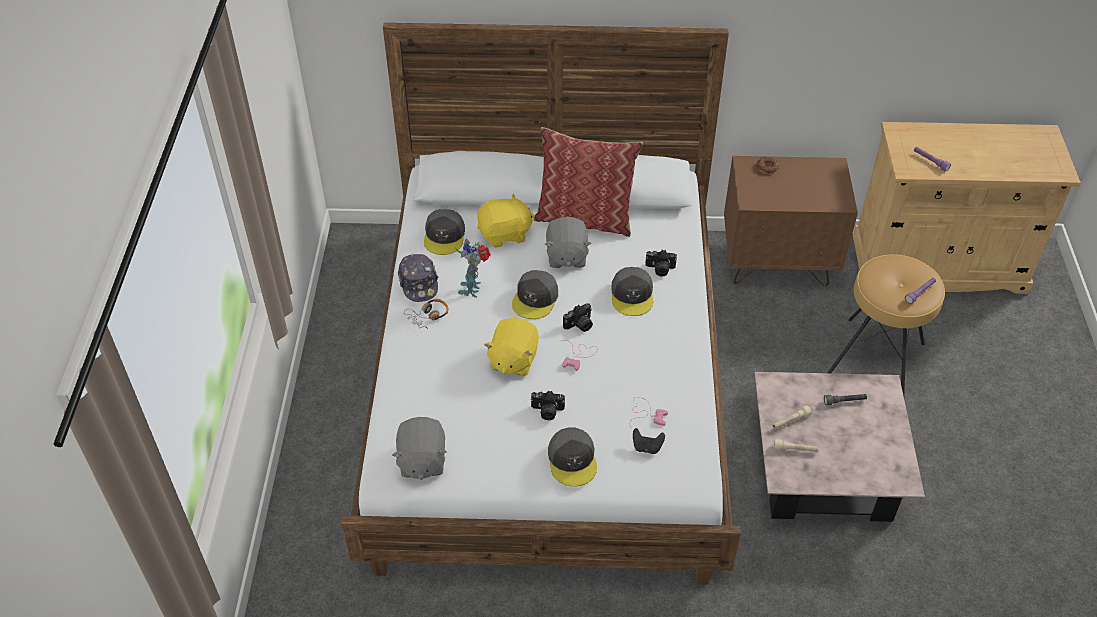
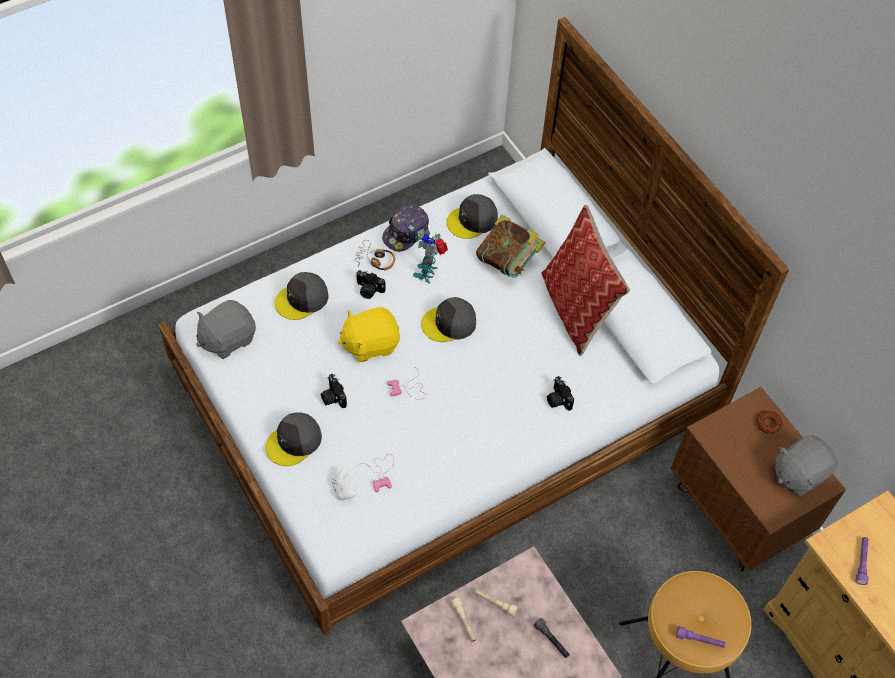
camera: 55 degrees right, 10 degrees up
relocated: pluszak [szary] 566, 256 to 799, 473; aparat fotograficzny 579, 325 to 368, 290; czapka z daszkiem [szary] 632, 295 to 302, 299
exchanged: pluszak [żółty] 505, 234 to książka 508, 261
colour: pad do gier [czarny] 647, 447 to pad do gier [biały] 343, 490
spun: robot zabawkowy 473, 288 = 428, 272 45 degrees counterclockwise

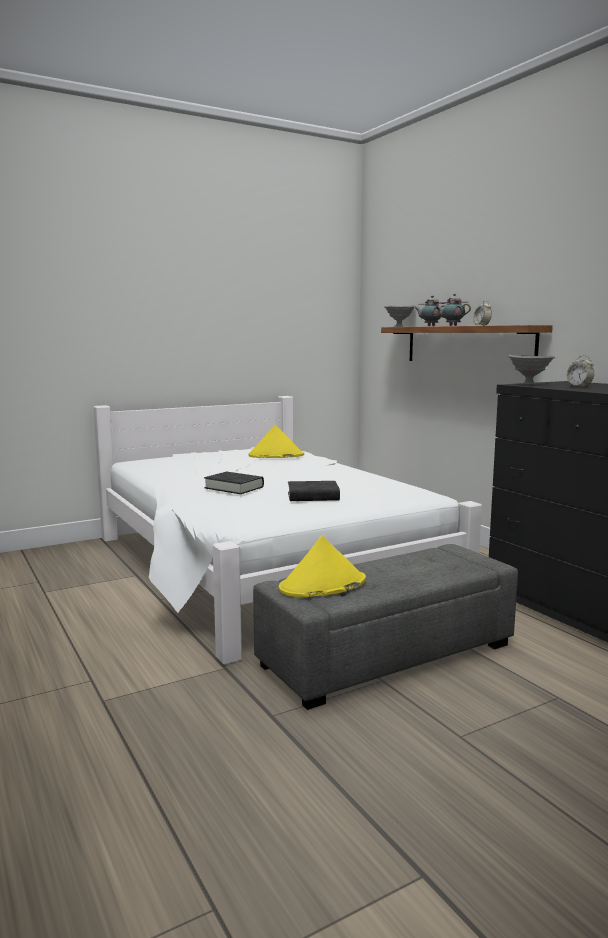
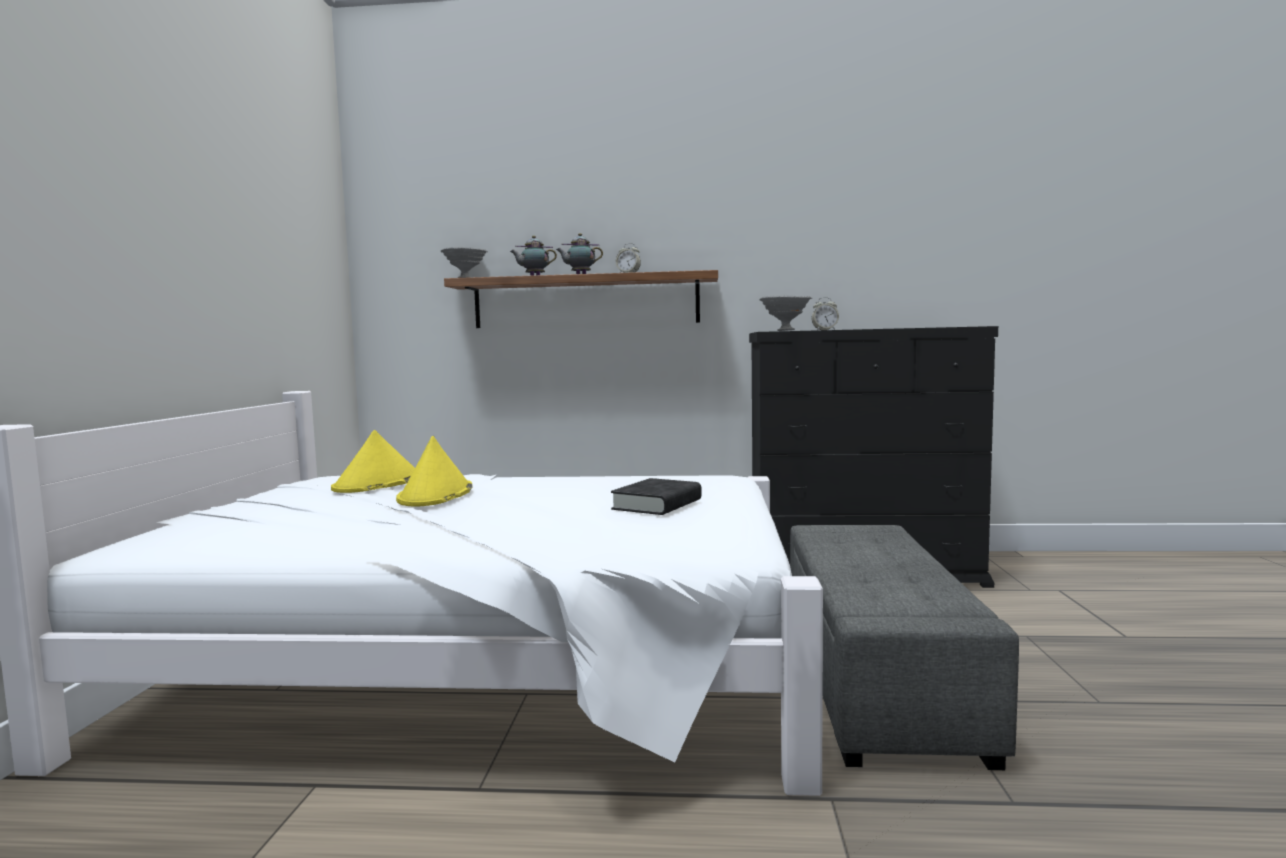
camera: 55 degrees left, 5 degrees down
missing: książka [czarny] 234, 487
relocated: kapelusz [żółty] 322, 585 to 435, 495

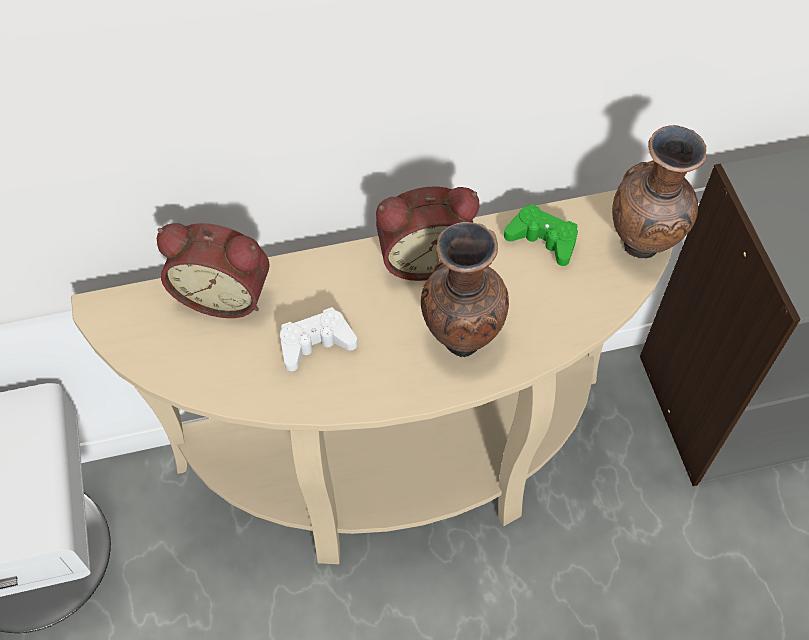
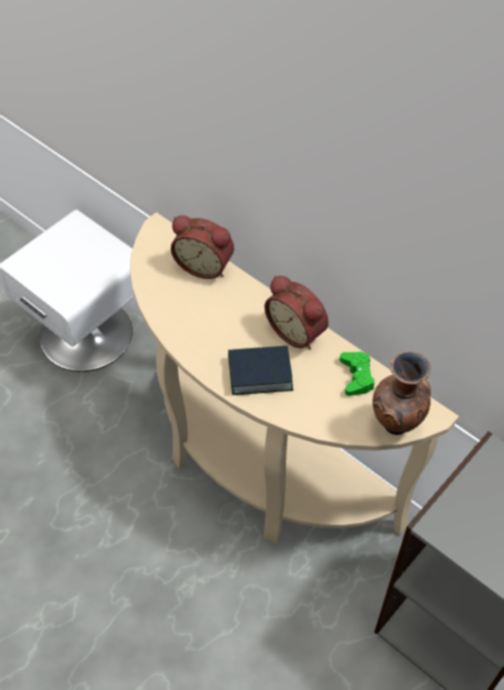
camera: 55 degrees right, 5 degrees down
missing: pad do gier [biały] 315, 343
exchanged: wazon [brązowy] 459, 338 to książka 259, 374
spun: budzik 224, 293 = 205, 265 45 degrees counterclockwise

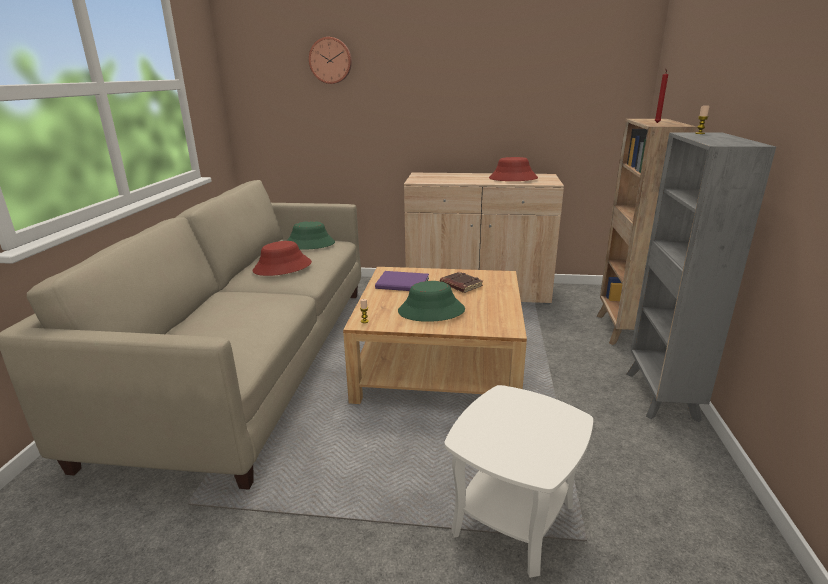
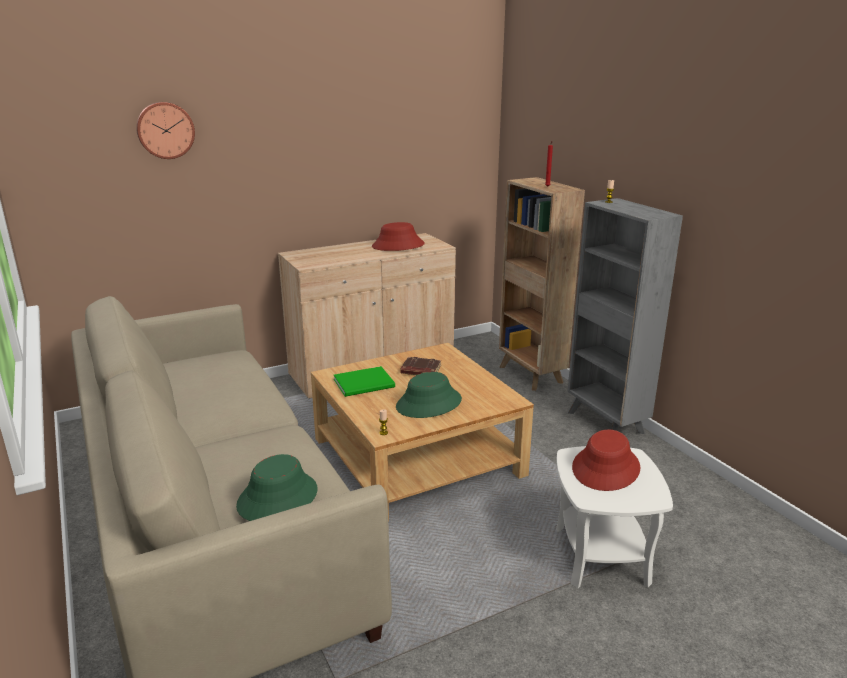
camera: 35 degrees left, 0 degrees up
relocated: kapelusz [czerwony] 282, 267 to 606, 468; kapelusz [zielony] 309, 244 to 277, 498
colour: książka [fioletowy] 404, 284 to książka [zielony] 366, 383

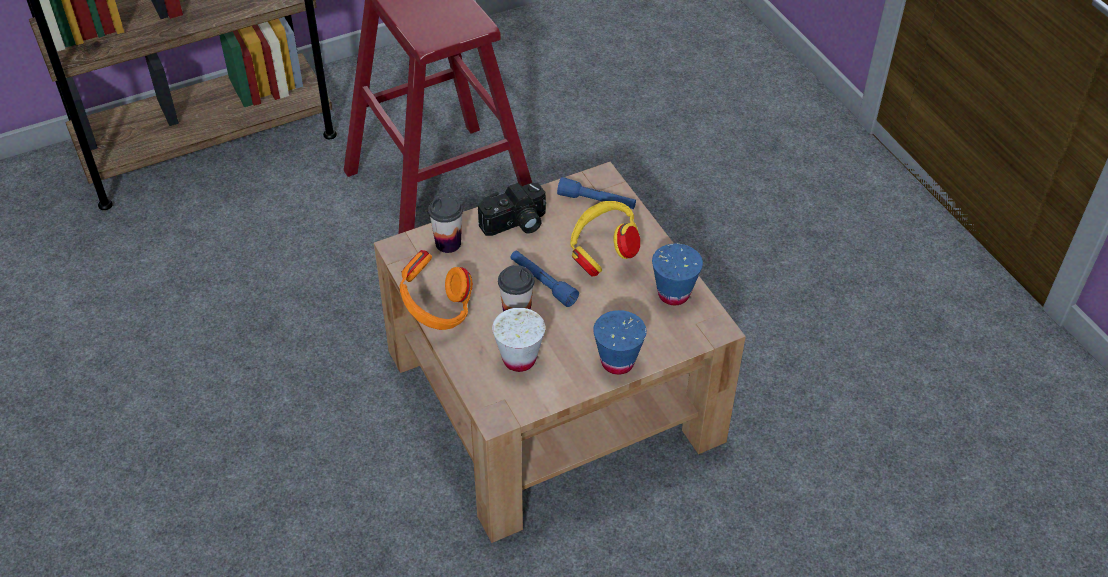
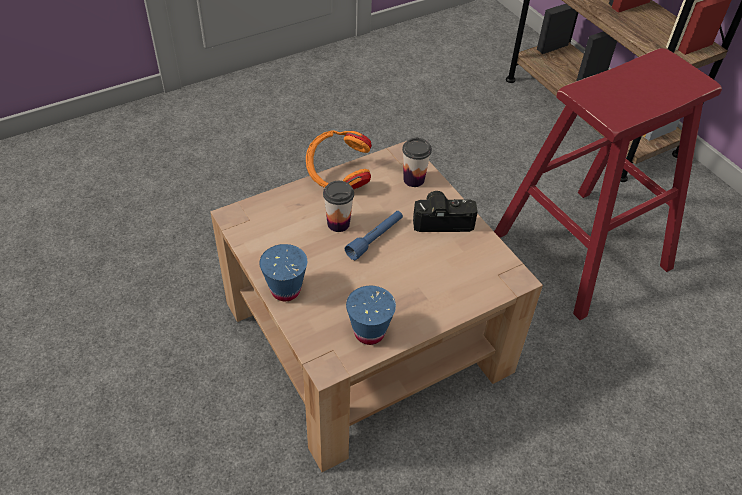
camera: 85 degrees right, 0 degrees up
missing: filiżanka [biały] 519, 359; latarka [niebieski] 596, 201; słuchawki [żółty] 602, 254
spun: aparat fotograficzny 515, 224 = 442, 219 120 degrees clockwise

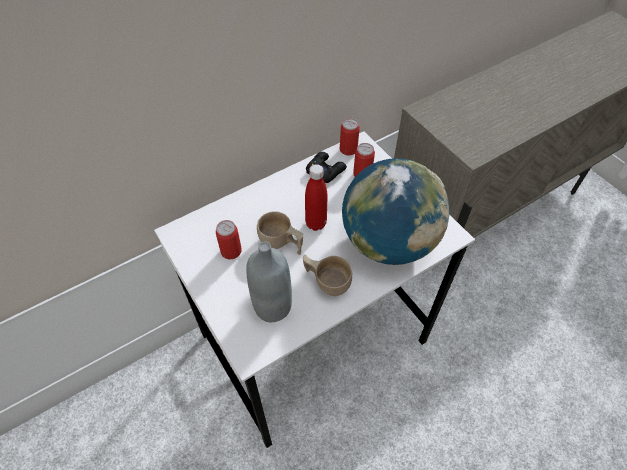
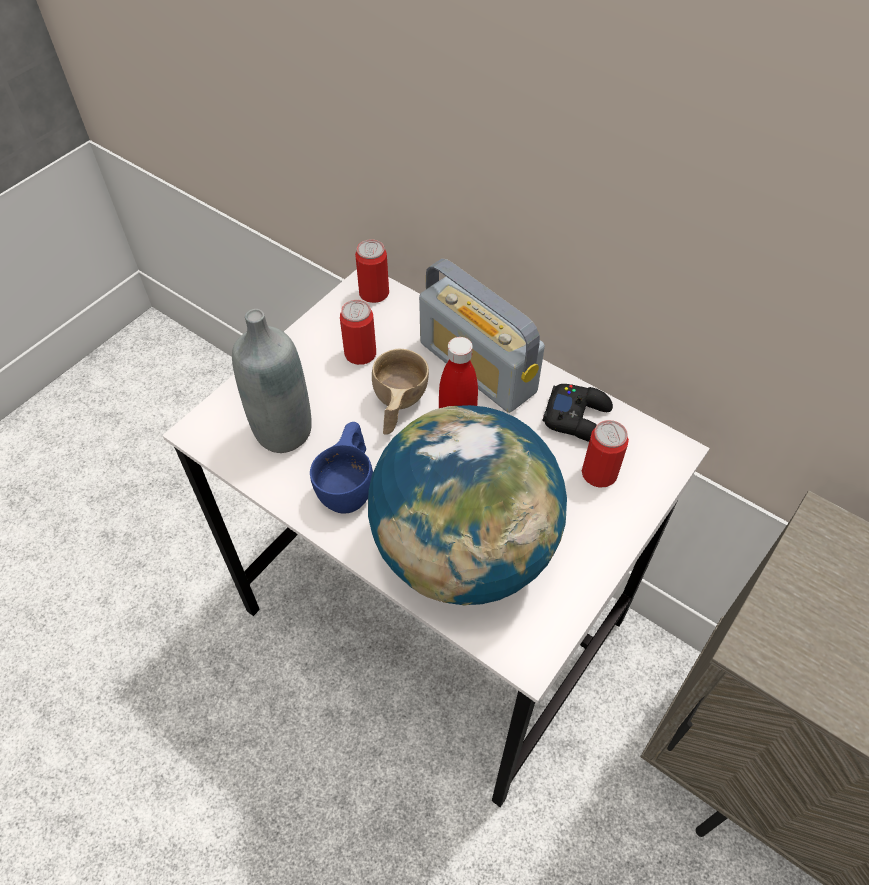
camera: 70 degrees right, 0 degrees up
appeared: radio 477, 367
relocated: puszka 348, 149 to 374, 293
colour: filiżanka [beżowy] 326, 281 to filiżanka [niebieski] 350, 484

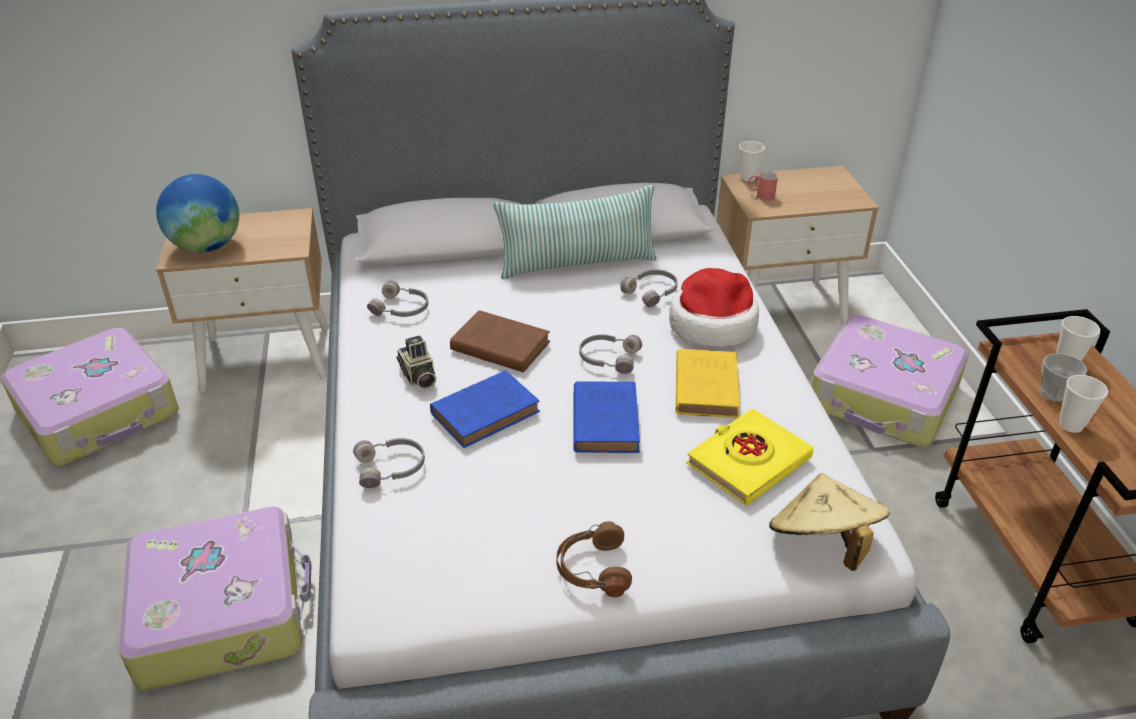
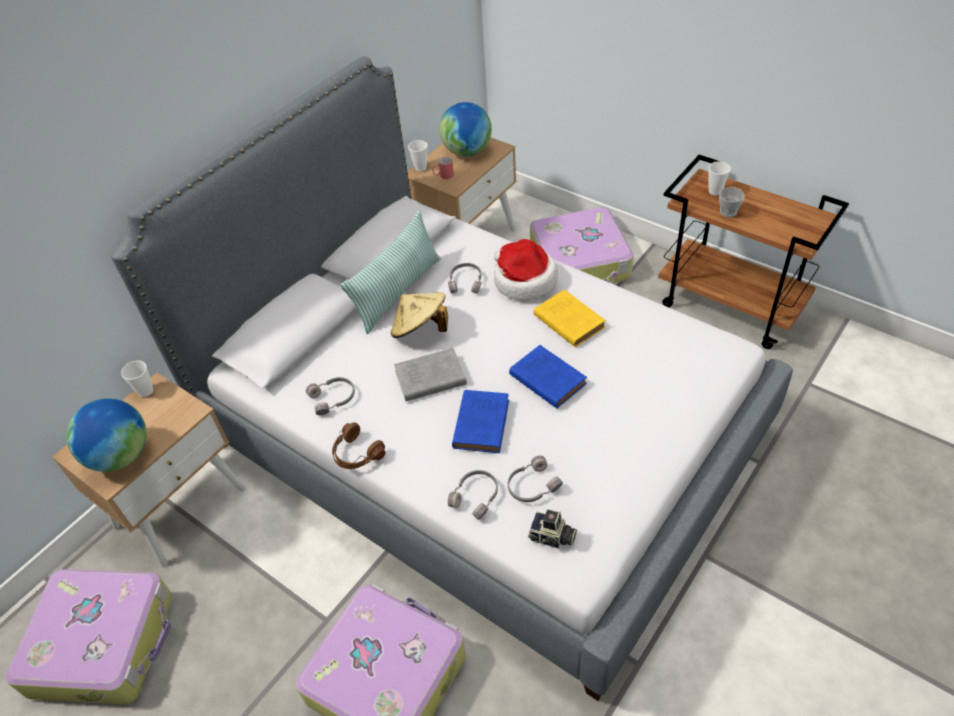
camera: 40 degrees left, 10 degrees up
missing: książka [żółty] 748, 461
appeared: globus 467, 151
relocated: aparat fotograficzny 418, 377 to 552, 538; słuchawki [brązowy] 592, 569 to 356, 454; słuchawki [szary] 608, 358 to 532, 485; kapelusz [beżowy] 822, 543 to 420, 329; filiżanka 1071, 425 to 146, 391
colour: książka [brązowy] 498, 345 to książka [szary] 428, 378

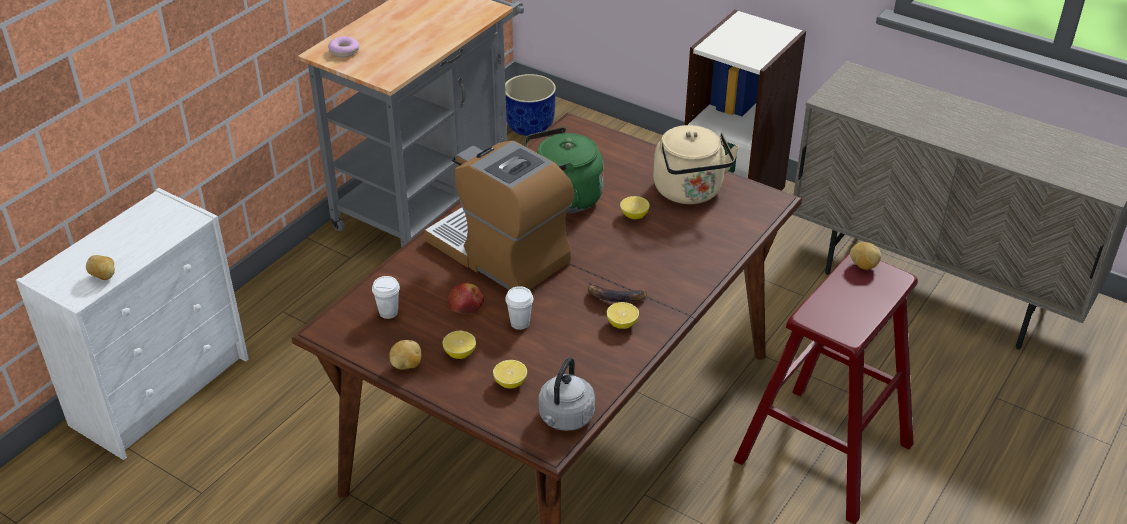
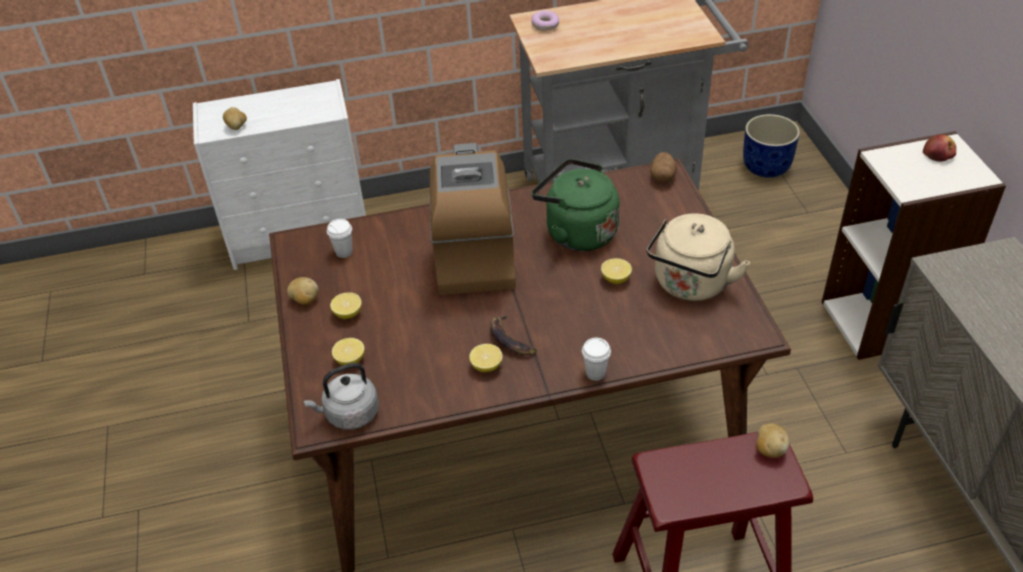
camera: 45 degrees right, 5 degrees up
appeared: ziemniak 662, 176
relocated: jabłko 466, 304 to 938, 154; filiżanka [biały] 520, 323 to 595, 373

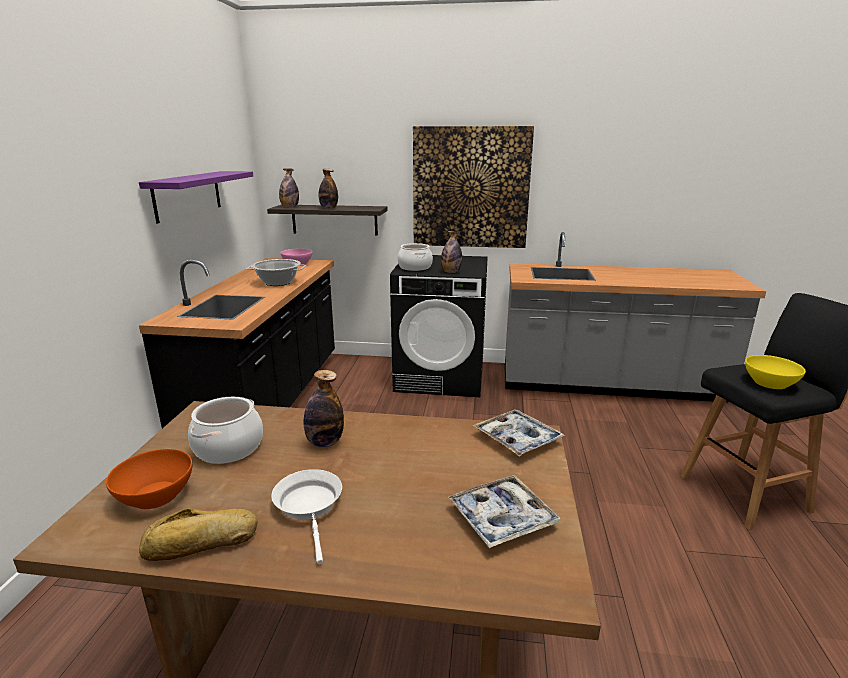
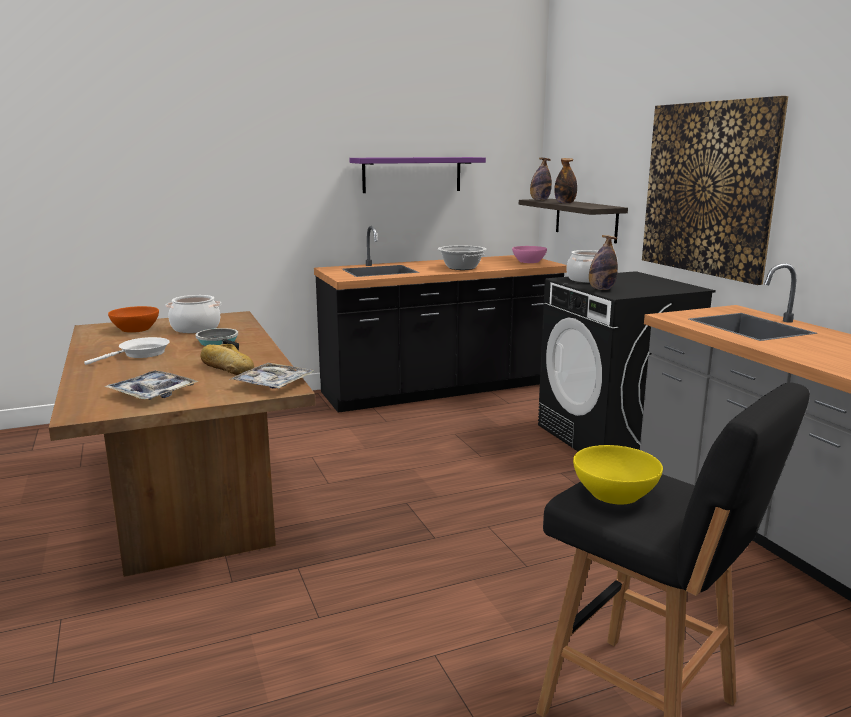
camera: 60 degrees right, 5 degrees down
relocated: chleb 201, 543 to 226, 367
exchanged: butelka 325, 442 to patelnia 219, 343

